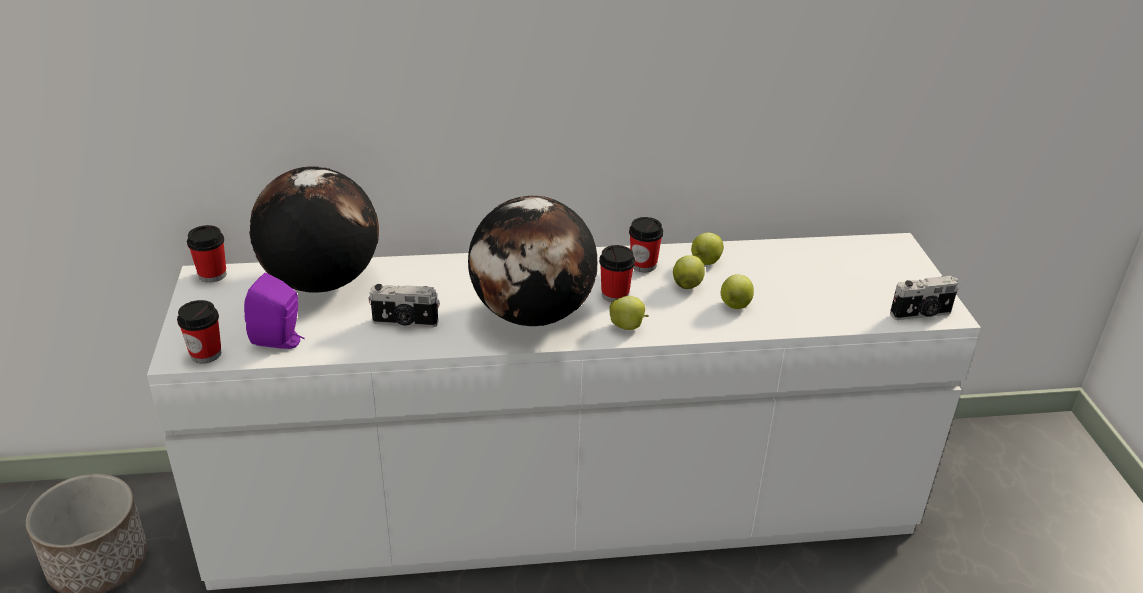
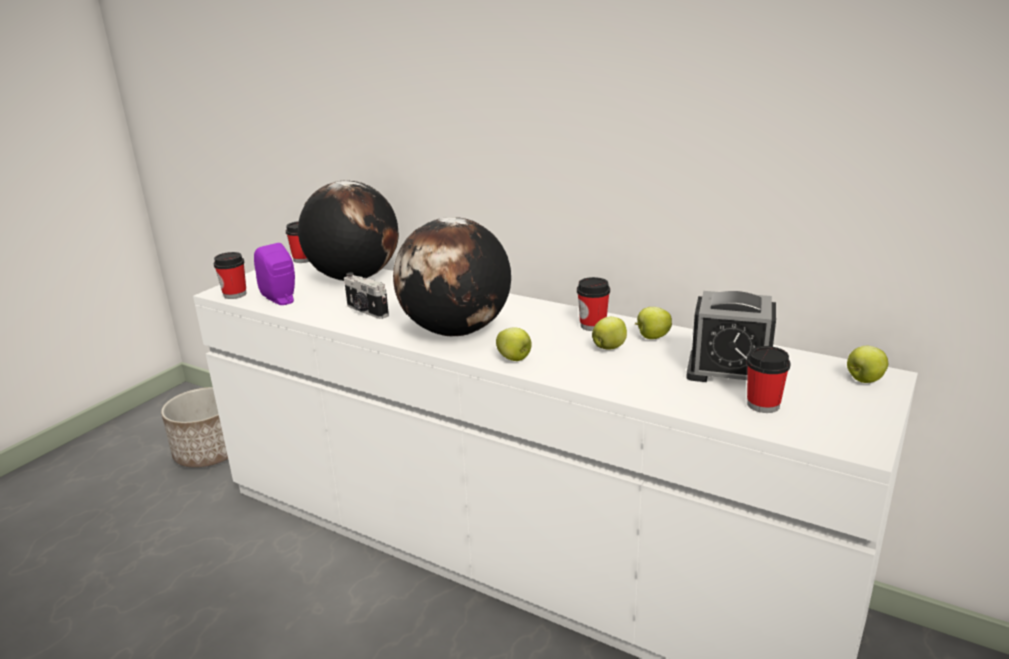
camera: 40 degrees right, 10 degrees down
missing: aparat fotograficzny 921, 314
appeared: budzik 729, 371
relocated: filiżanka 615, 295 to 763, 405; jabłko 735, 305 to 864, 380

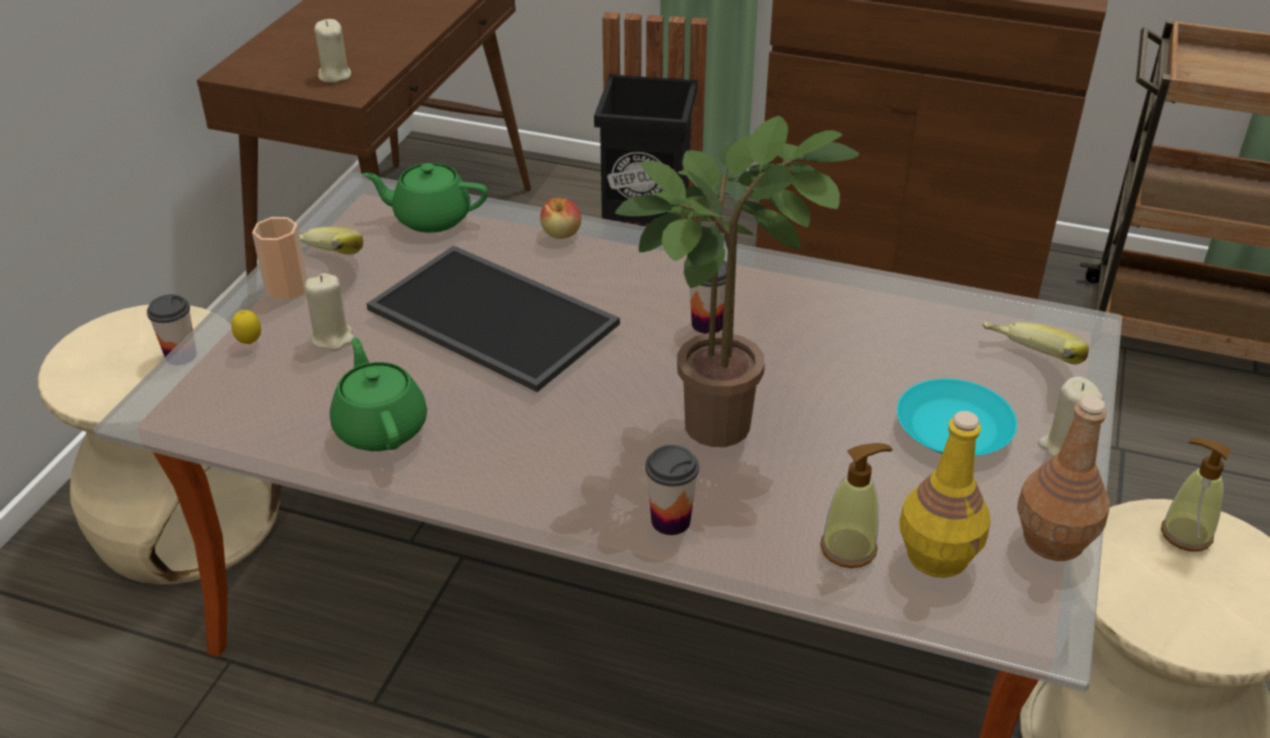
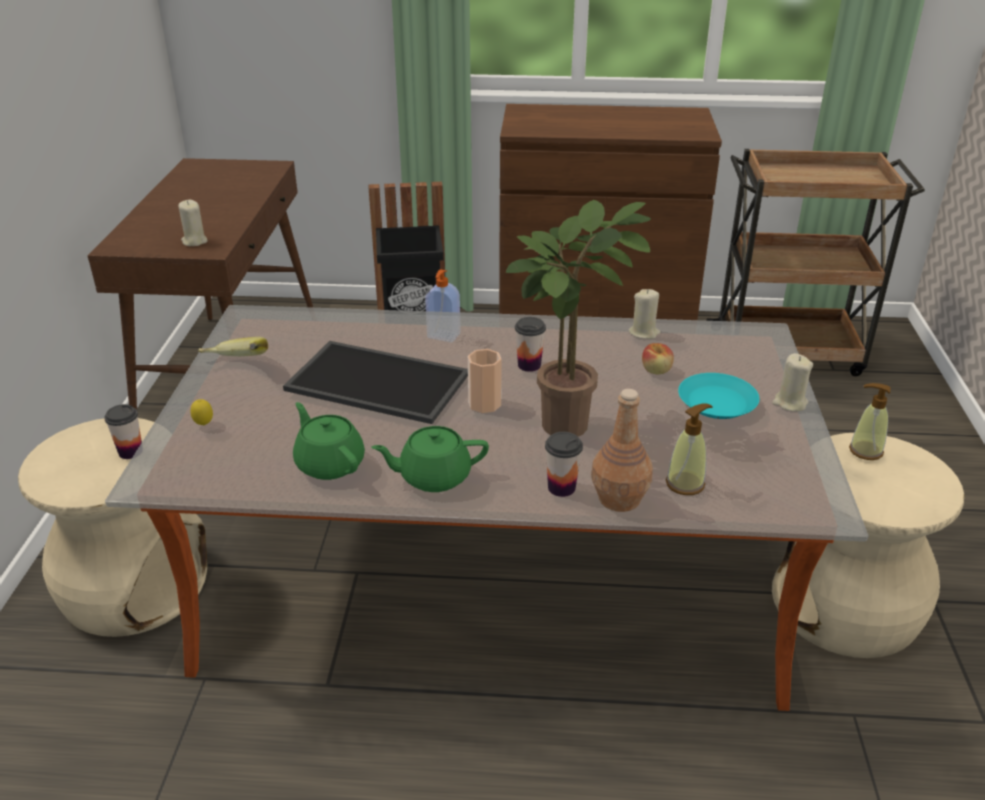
camera: 15 degrees left, 5 degrees down
missing: butelka [żółty] 938, 555; banan 1027, 364
appeared: dozownik mydła 443, 336
relocated: filiżanka 286, 288 to 484, 404; świeca [beżowy] 332, 337 to 644, 333; imbryk [zielony] 431, 218 to 433, 476; jabłko 561, 233 to 656, 370; butelka [brązowy] 1052, 539 to 618, 498

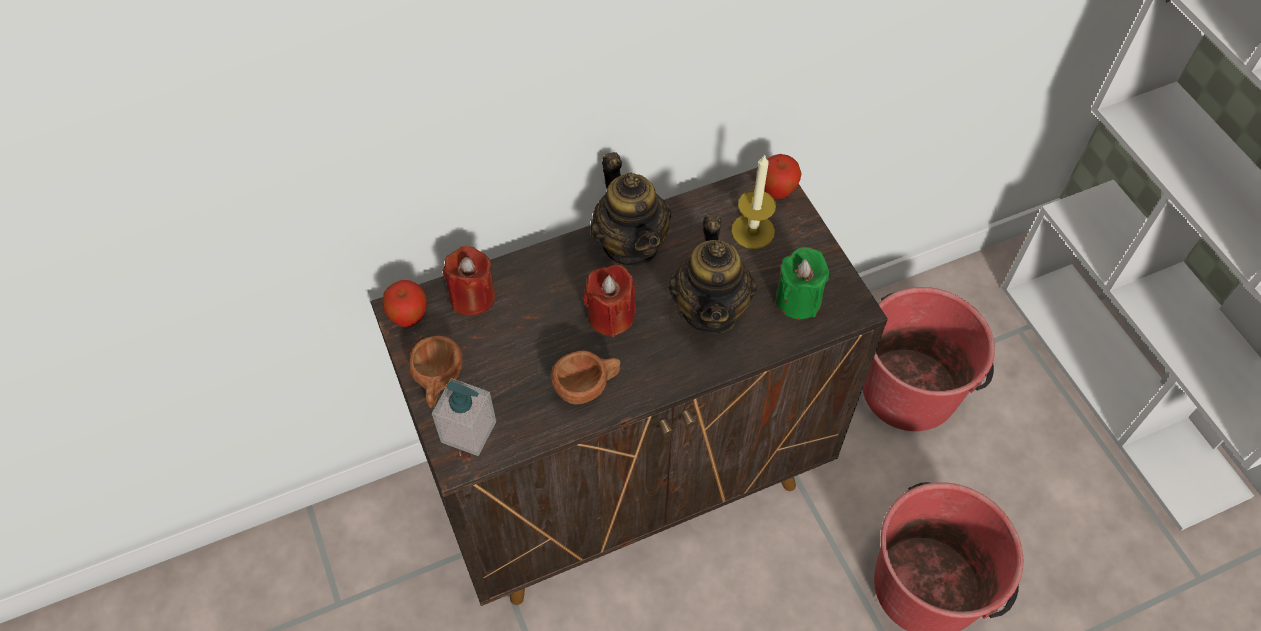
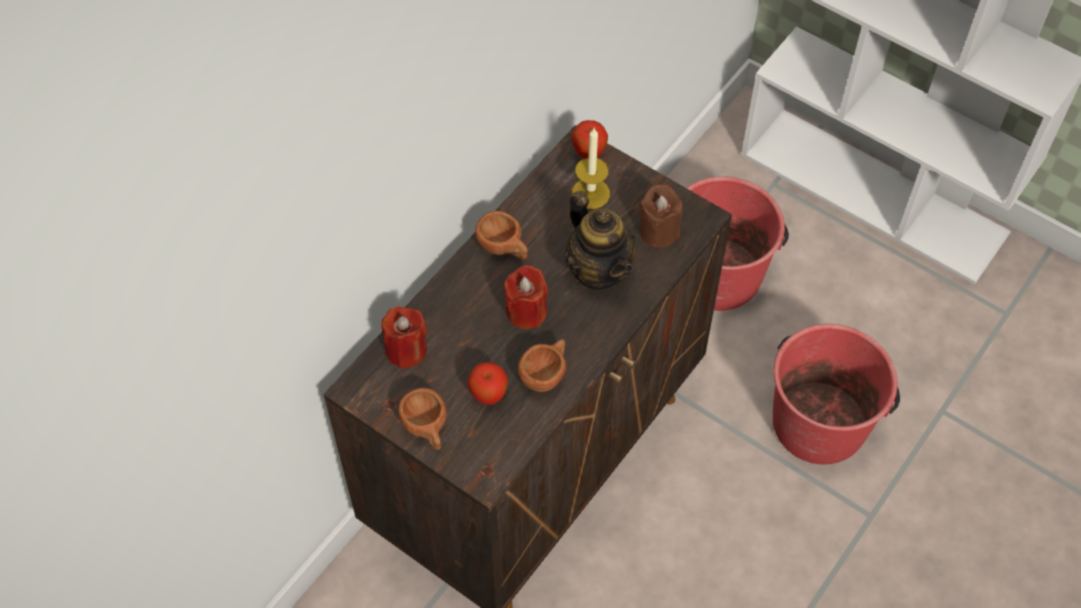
camera: 30 degrees left, 0 degrees up
missing: dozownik mydła 469, 432
relocated: jabłko 409, 318 to 488, 395
exchanged: imbryk 631, 245 to filiżanka [brązowy] 504, 248
colour: świeca [zielony] 798, 300 to świeca [brązowy] 659, 231

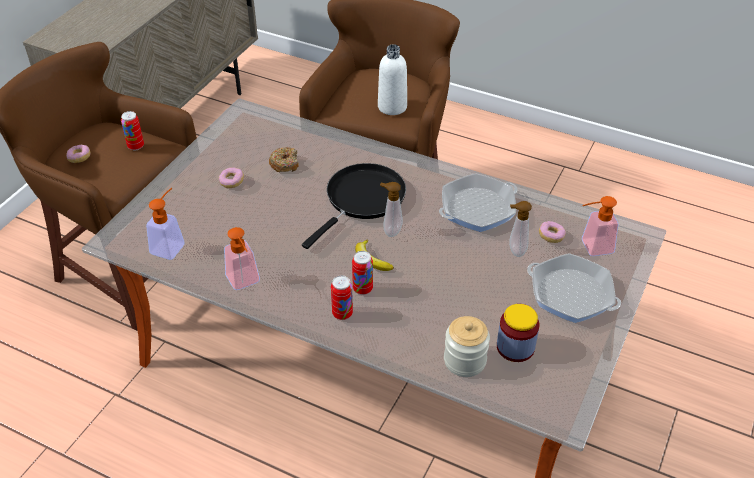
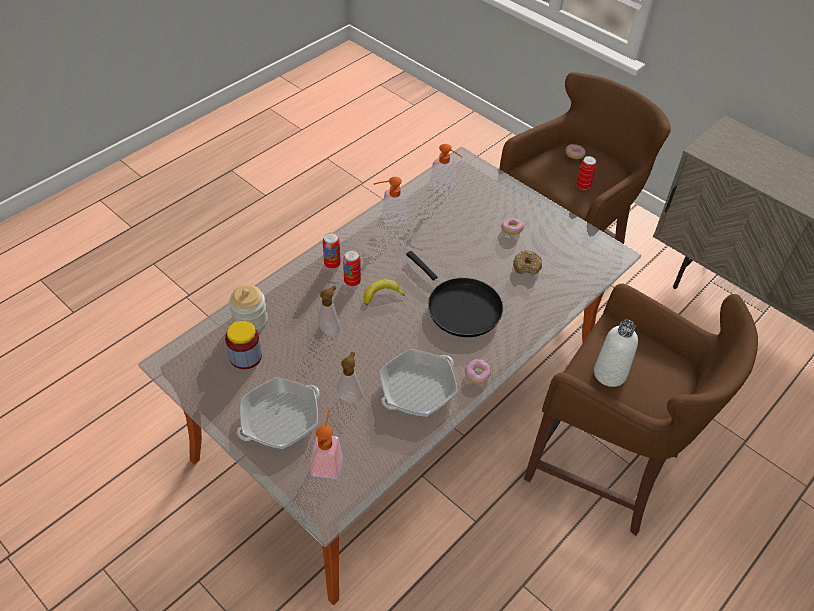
camera: 105 degrees right, 5 degrees up
relocated: dozownik mydła 390, 231 to 330, 329; donut 551, 236 to 477, 375
spun: patelnia 477, 208 = 417, 388 120 degrees counterclockwise

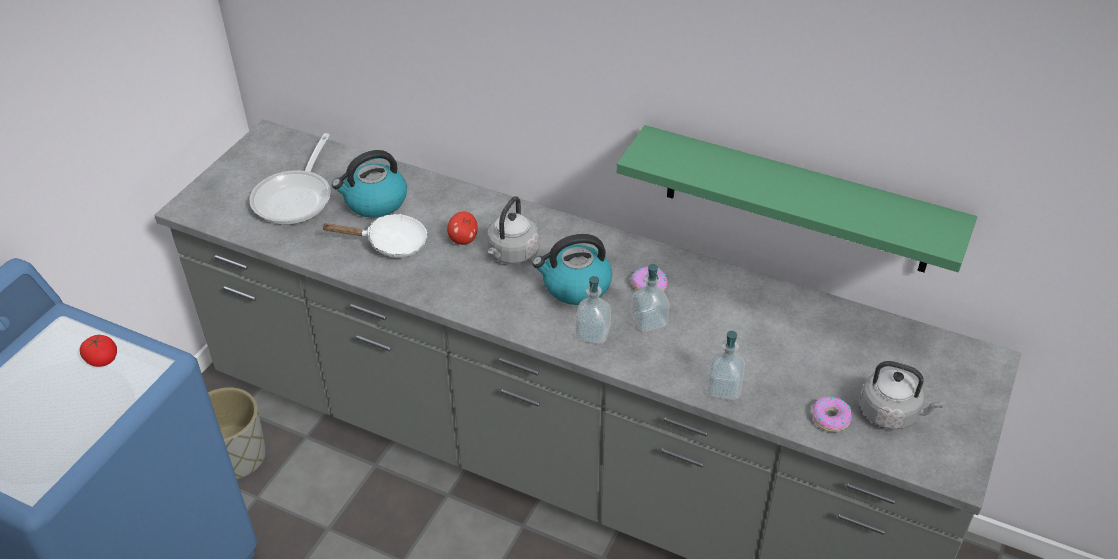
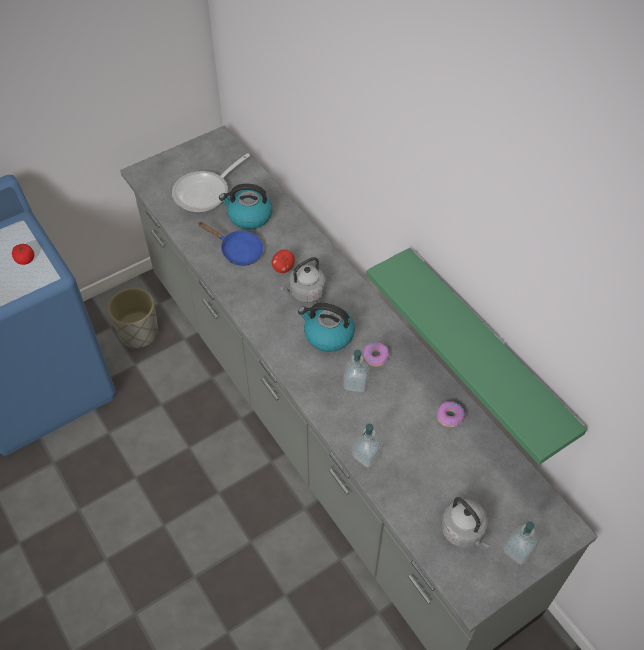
camera: 30 degrees right, 10 degrees up
relocated: dozownik mydła 592, 333 to 518, 550; donut 830, 418 to 450, 416
colour: patelnia [biały] 390, 243 to patelnia [niebieski] 238, 251

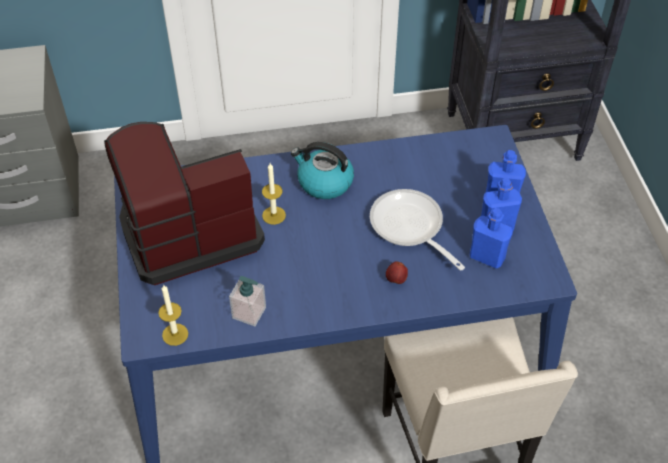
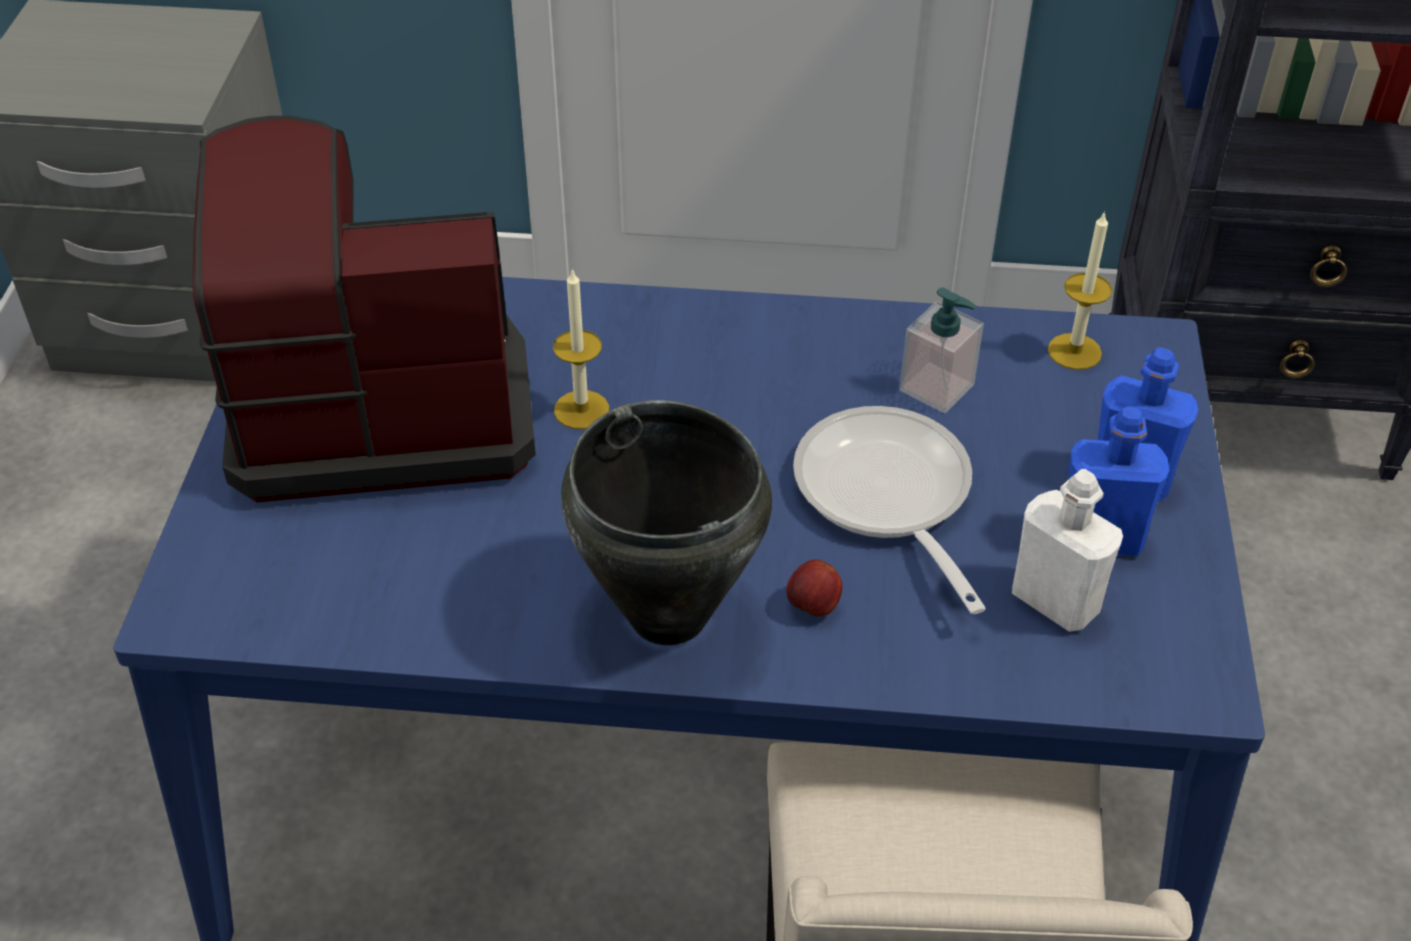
camera: 15 degrees right, 5 degrees down
missing: czajnik 324, 182
appeared: garnek [czarny] 667, 616
relocated: świeca 175, 334 to 1074, 351; dozownik mydła 249, 313 to 937, 388
colour: butelka [niebieski] 487, 257 to butelka [biały] 1055, 601

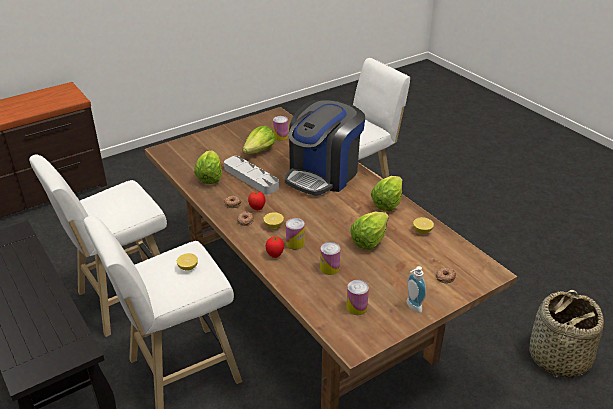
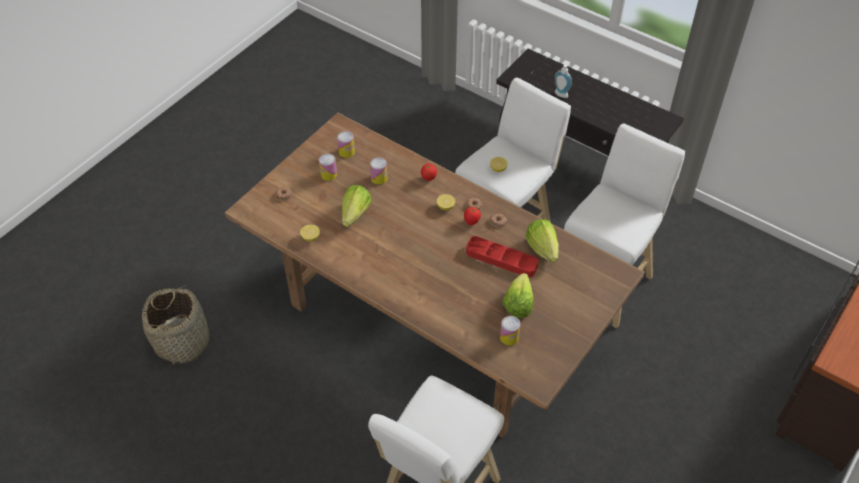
camera: 160 degrees right, 15 degrees up
missing: ekspres do kawy 323, 174; sałata 387, 203
relocated: puszka 295, 243 to 328, 174; dozownik mydła 412, 307 to 562, 93
colour: taca [szary] 251, 178 to taca [czerwony] 501, 259

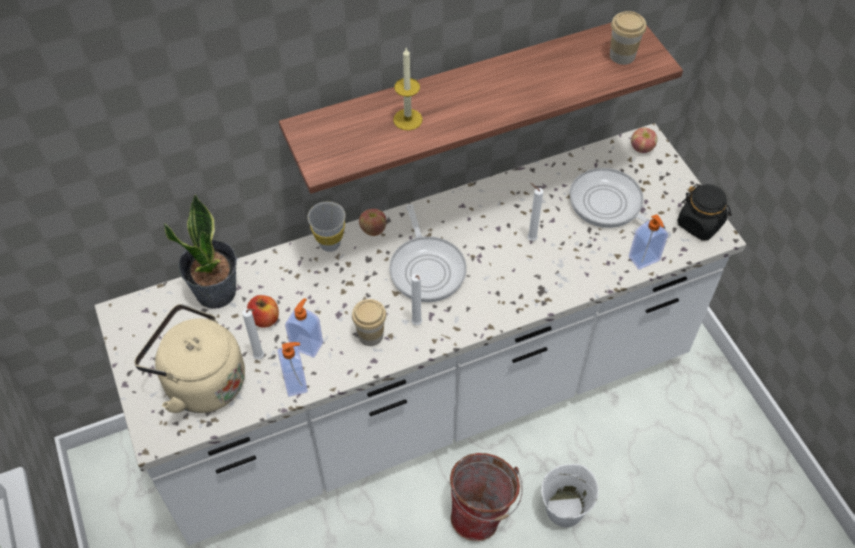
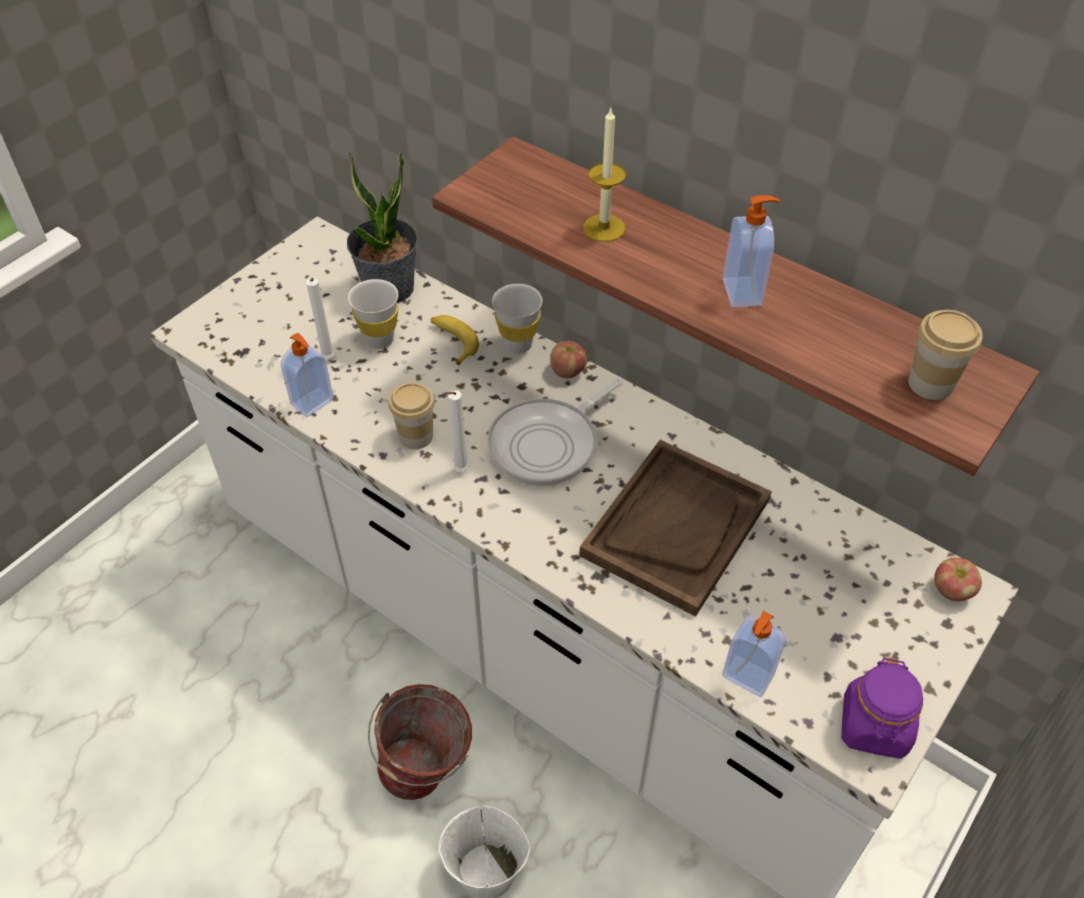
camera: 60 degrees right, 5 degrees down
missing: czajnik [beżowy] 200, 381; patelnia 609, 205
appeared: banan 453, 342
relocated: dozownik mydła 307, 345 to 743, 292
exchanged: jabłko 265, 319 to filiżanka [biały] 380, 340; świeca [biały] 530, 239 to taca [brązowy] 675, 527
colour: słoik [czarny] 700, 224 to słoik [fioletowy] 874, 727

